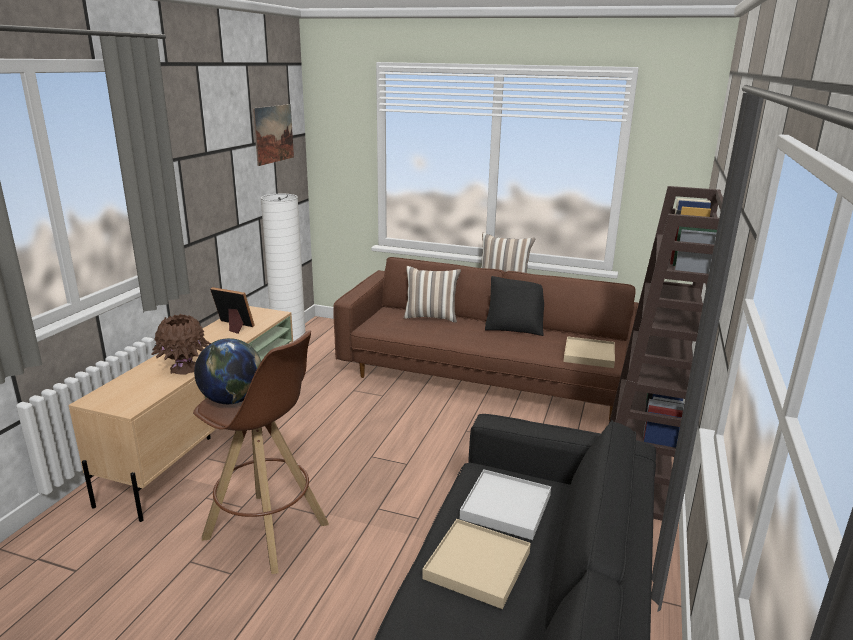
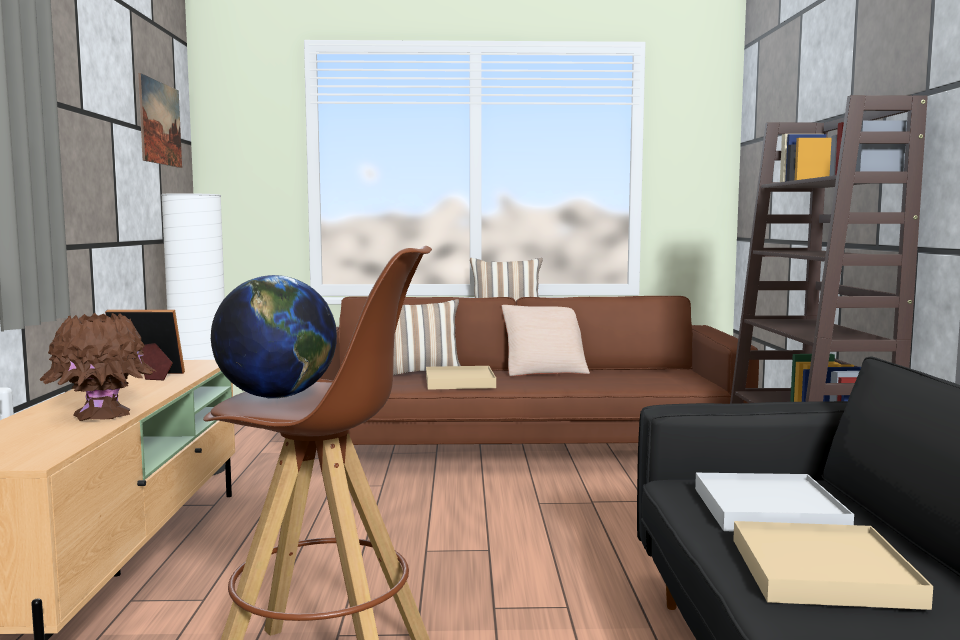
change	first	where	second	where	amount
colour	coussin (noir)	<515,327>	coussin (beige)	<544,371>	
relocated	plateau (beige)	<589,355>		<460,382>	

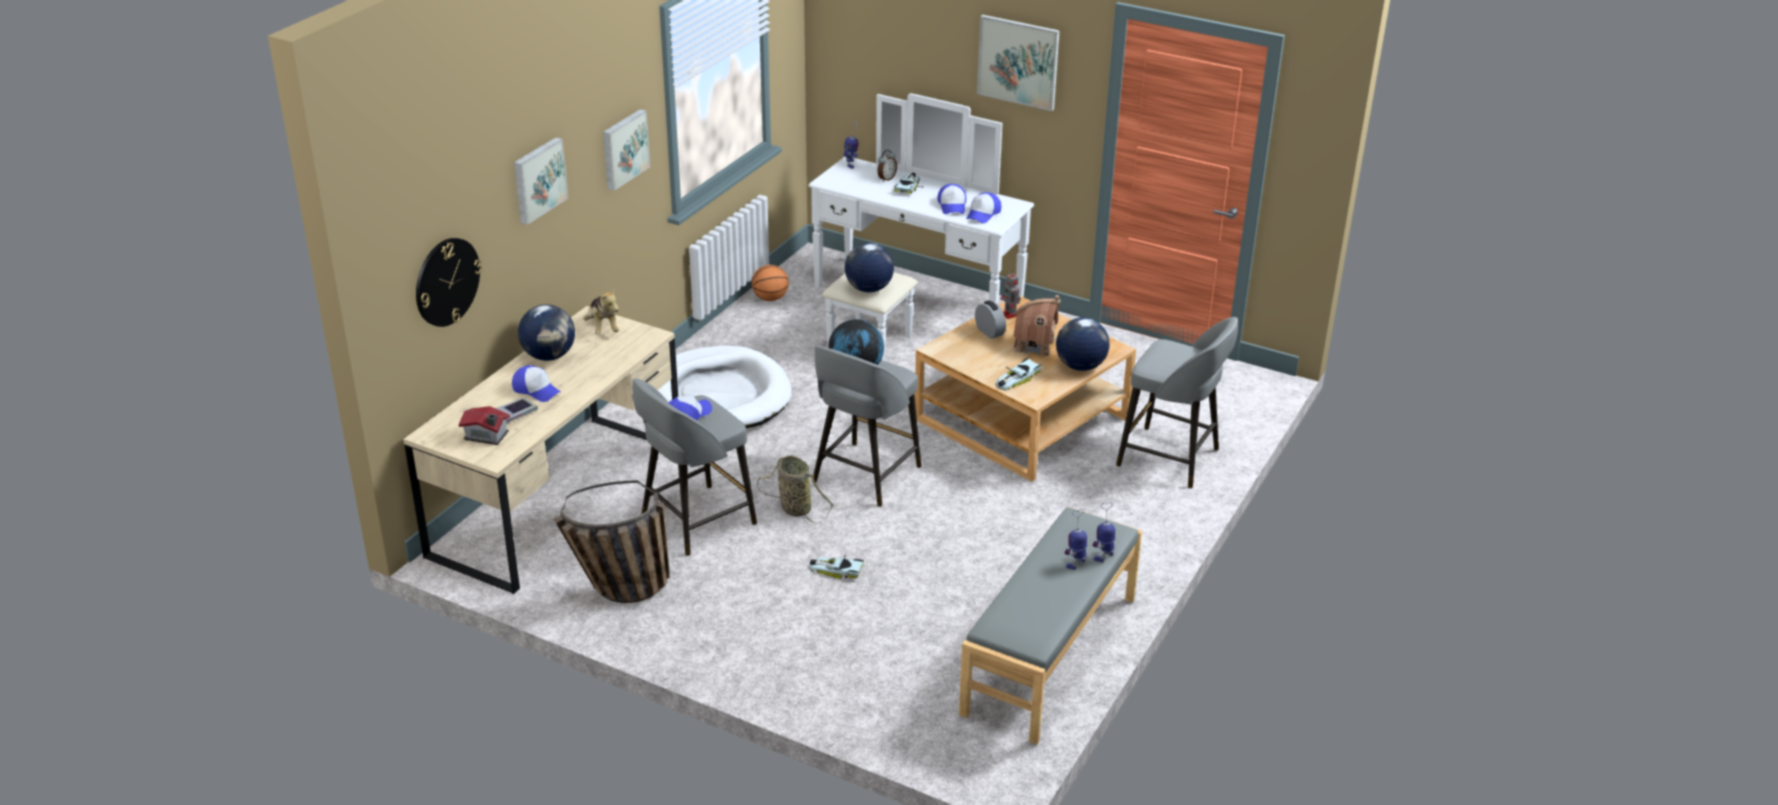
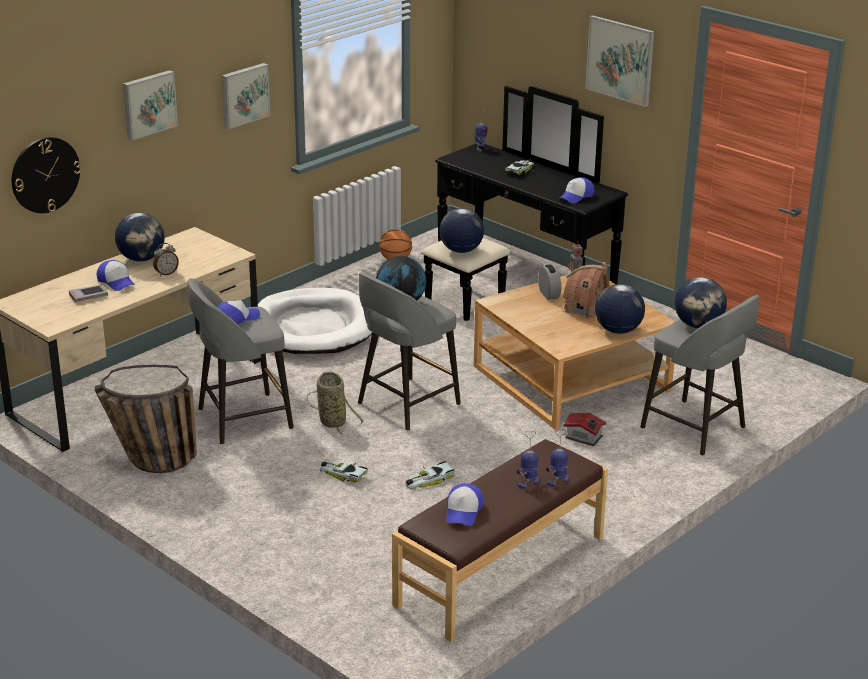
change	first	where	second	where	amount
relocated	maison miniature	<487,436>		<584,438>	
missing	peluche	<602,328>			
colour	commode (blanc)	<907,307>	commode (noir)	<512,280>	
relocated	réveil	<886,179>		<166,273>	
relocated	casquette	<952,205>		<463,511>	
colour	banc (gris)	<1051,655>	banc (marron)	<502,571>	
relocated	petite voiture	<1016,378>		<428,479>	
appeared			globe	<698,325>	

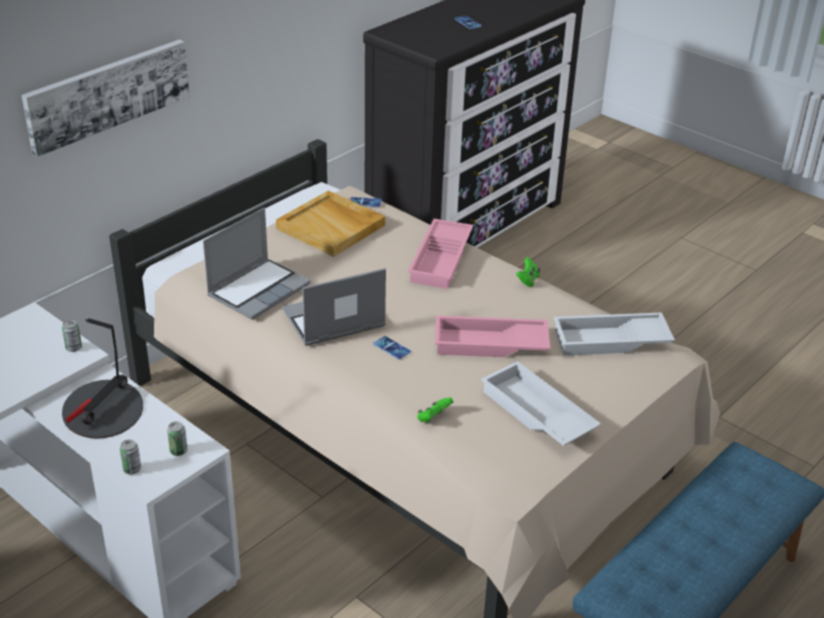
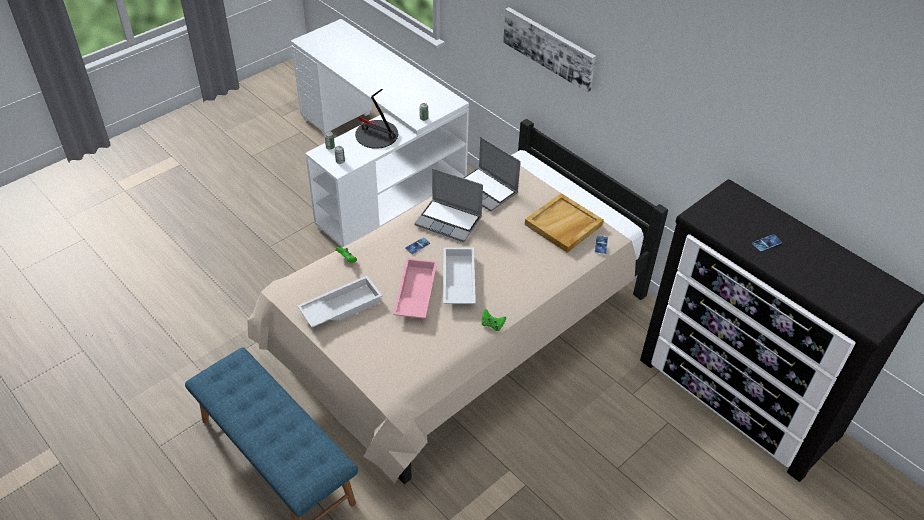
change	first	where	second	where	amount
spun	ordinateur portable	<333,320>		<449,221>	135 degrees clockwise
missing	plateau (rose)	<442,260>			
relocated	plateau (blanc)	<610,341>		<457,280>	

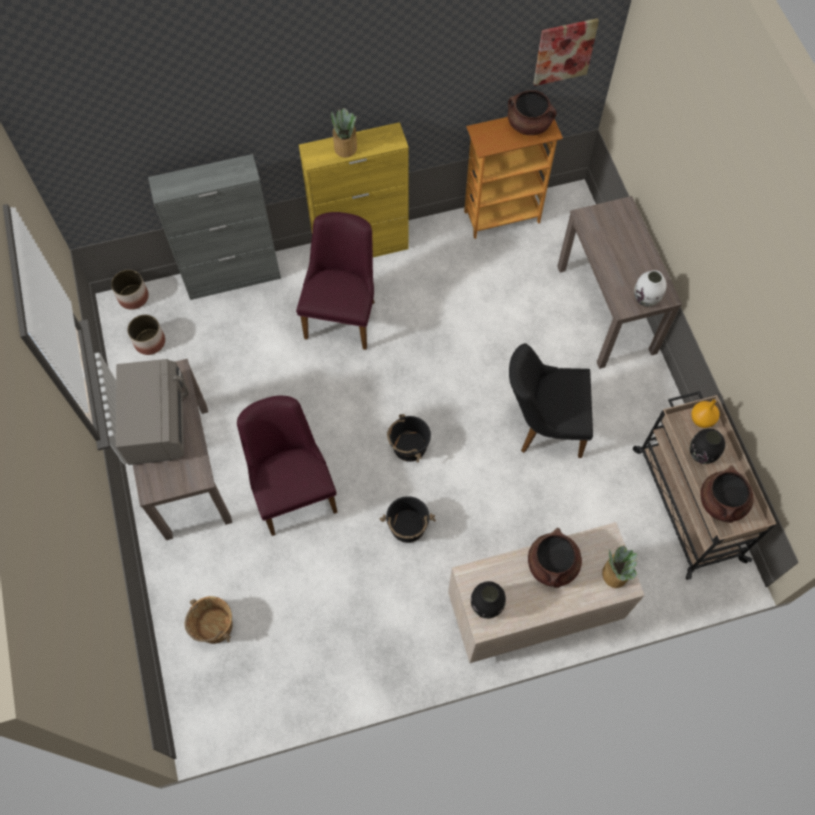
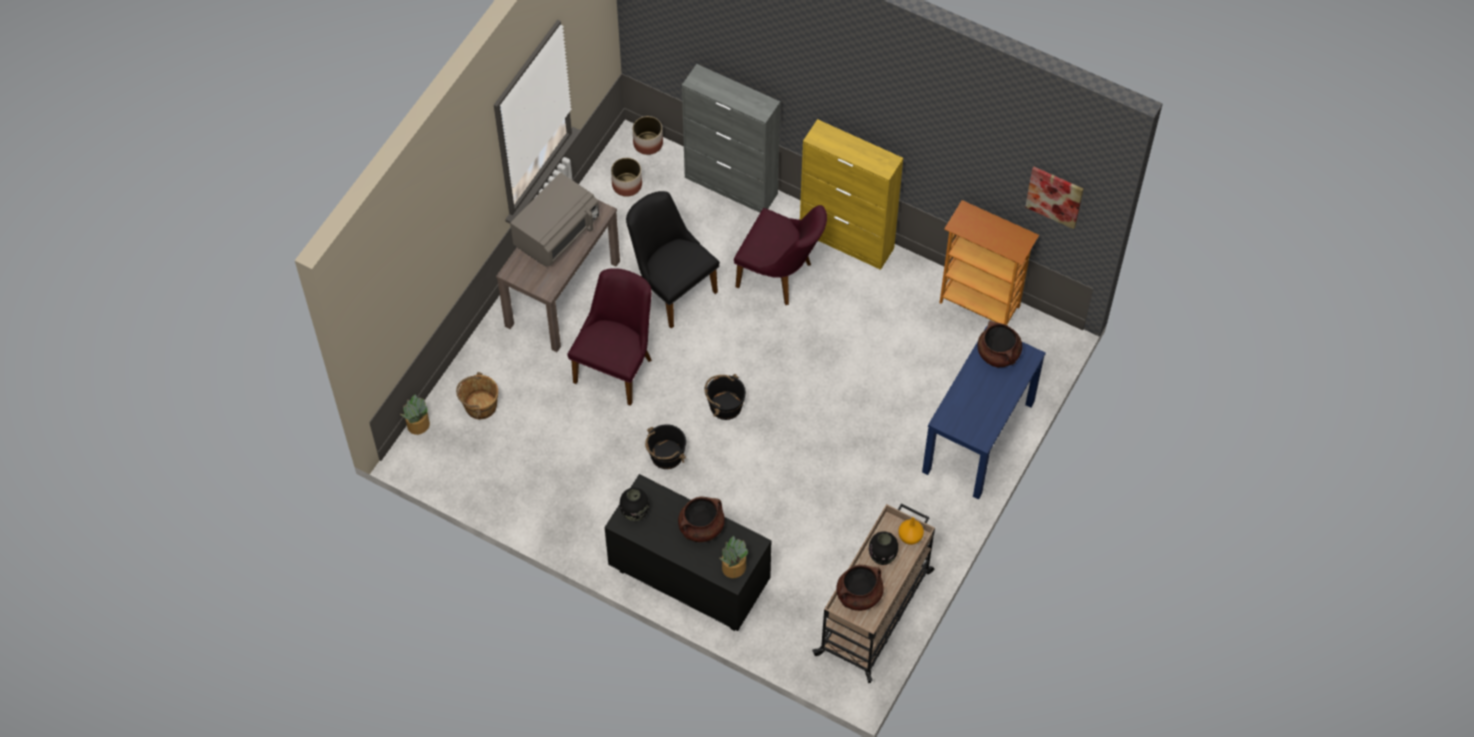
change	first	where	second	where	amount
spun	chaise (violet)	<343,313>		<781,277>	60 degrees clockwise
relocated	plante en pot	<345,148>		<417,425>	
colour	commode (beige)	<532,610>	commode (noir)	<689,579>	
relocated	marmite (marron)	<529,125>		<998,354>	
relocated	chaise (noir)	<542,425>		<670,287>	
colour	table console (marron)	<606,309>	table console (bleu)	<978,437>	
missing	vase (blanc)	<646,299>			

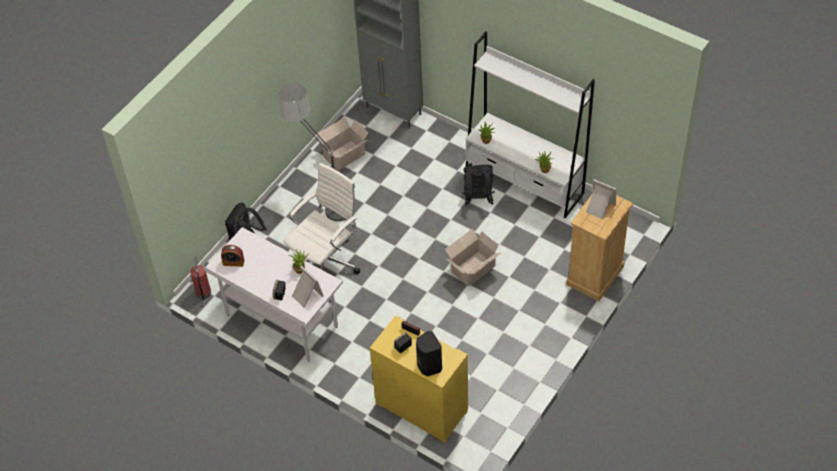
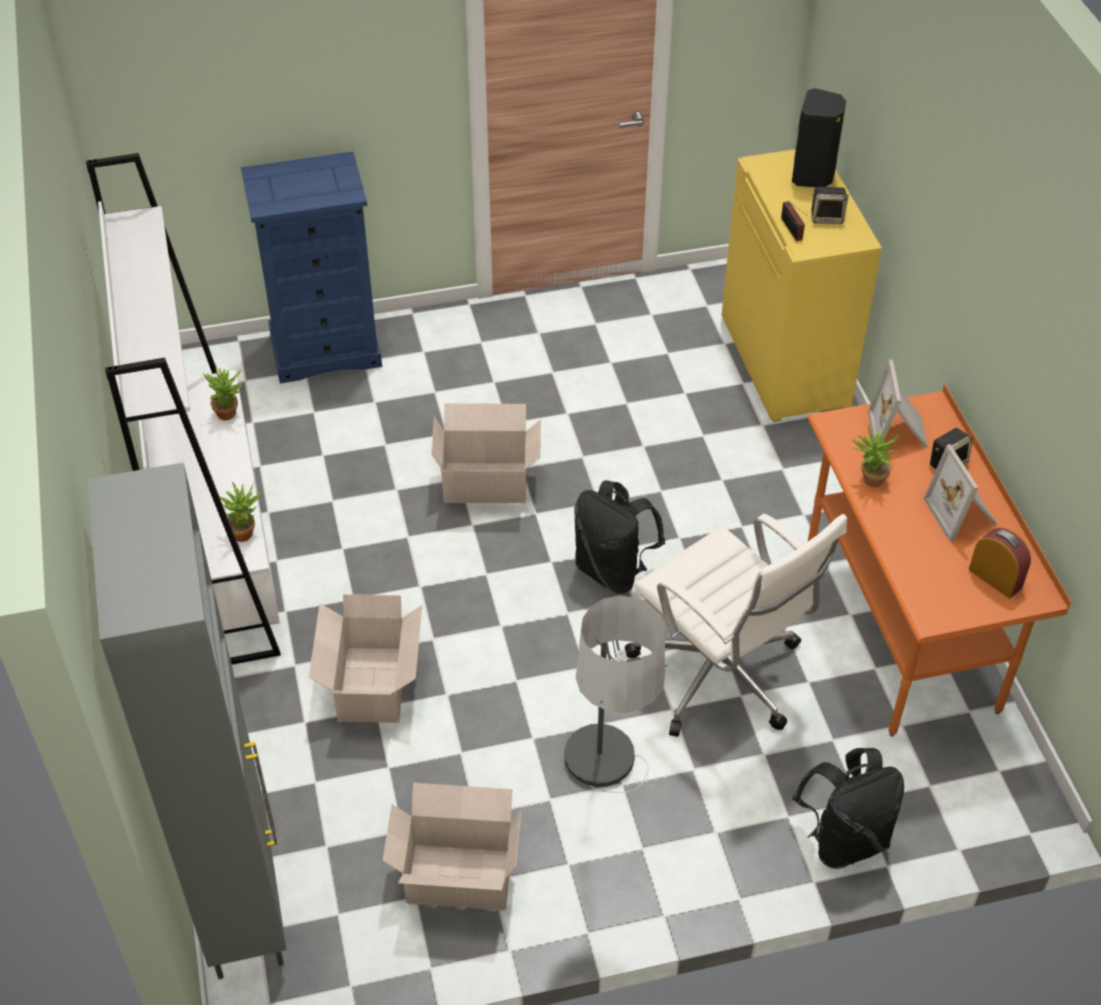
change	first	where	second	where	amount
missing	extincteur	<203,293>			
colour	bureau (blanc)	<281,321>	bureau (orange)	<900,630>	
spun	chaise de bureau (blanc)	<326,262>		<720,676>	120 degrees counterclockwise
relocated	sac à dos (noir)	<478,199>		<613,570>	
colour	commode (beige)	<595,275>	commode (bleu)	<326,349>	
relocated	cadre photo	<599,208>		<963,514>	
appeared			carton	<371,687>	

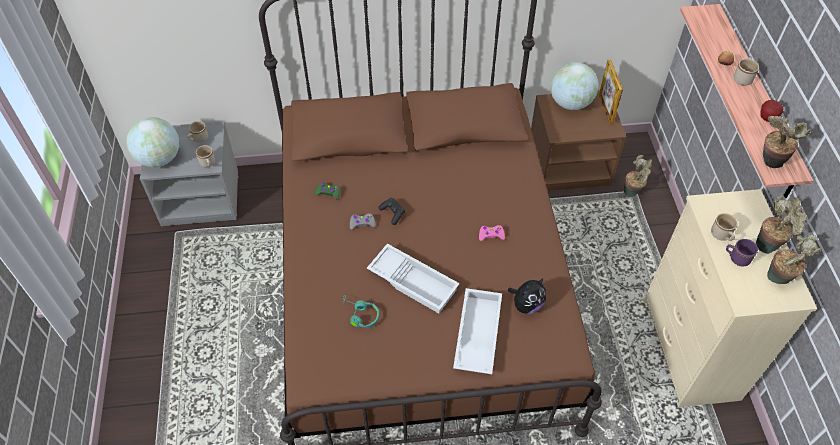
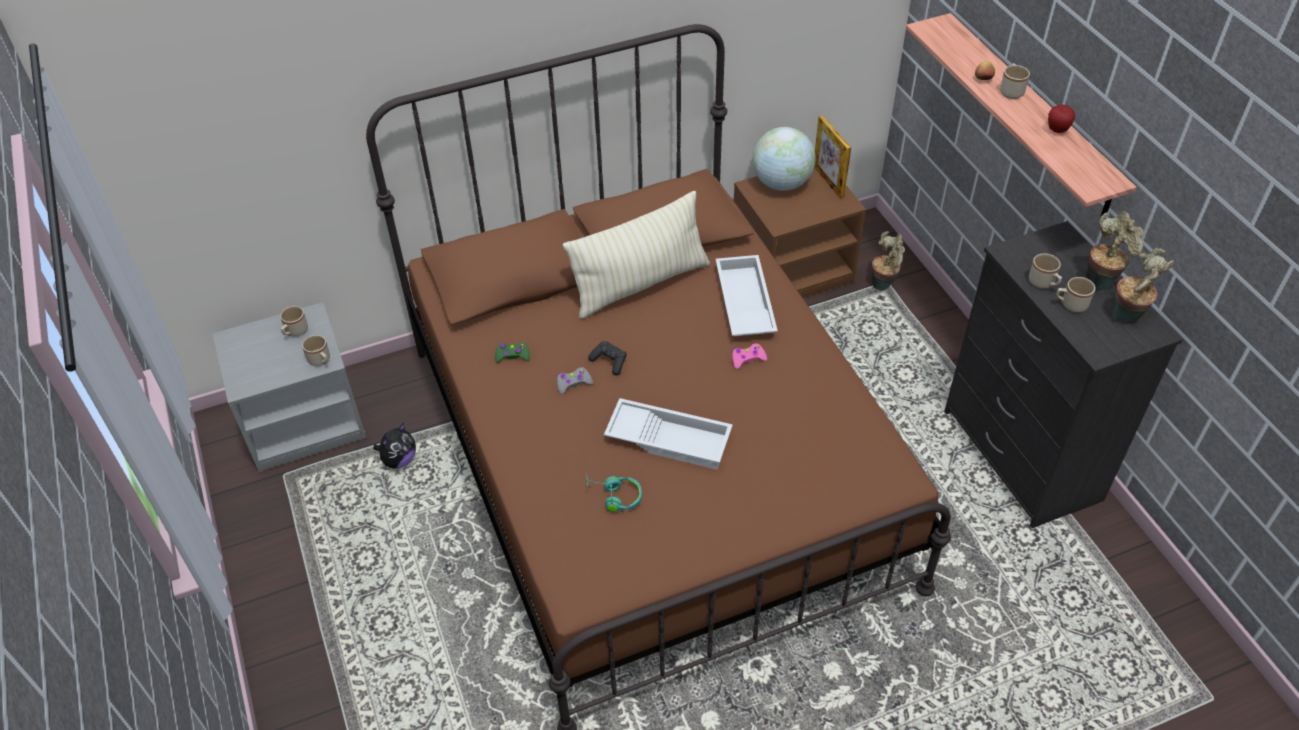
change	first	where	second	where	amount
missing	globe	<159,159>			
relocated	plateau (blanc)	<476,334>		<743,303>	
relocated	peluche	<526,305>		<399,460>	
colour	commode (beige)	<689,350>	commode (noir)	<1021,456>	
colour	mug (violet)	<736,258>	mug (beige)	<1070,304>	
missing	plante en pot	<770,162>			
appeared			coussin (beige)	<640,284>	

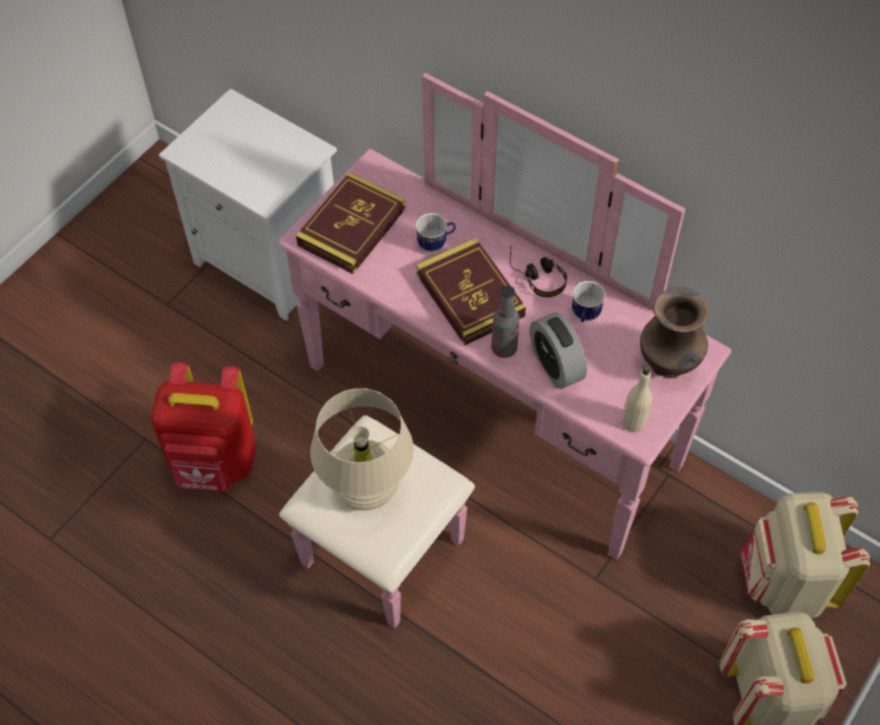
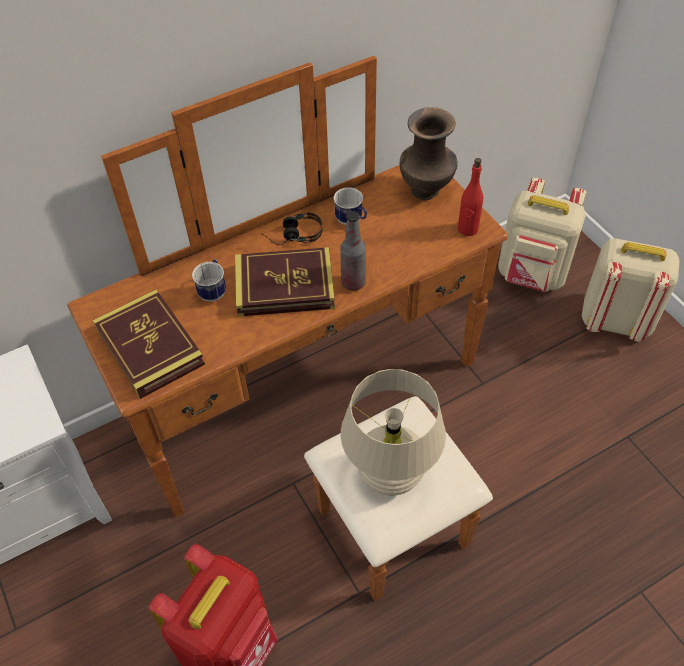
change	first	where	second	where	amount
colour	commode (rose)	<469,446>	commode (marron)	<325,422>	
missing	réveil	<555,365>			
colour	bouteille (beige)	<633,422>	bouteille (rouge)	<467,229>	

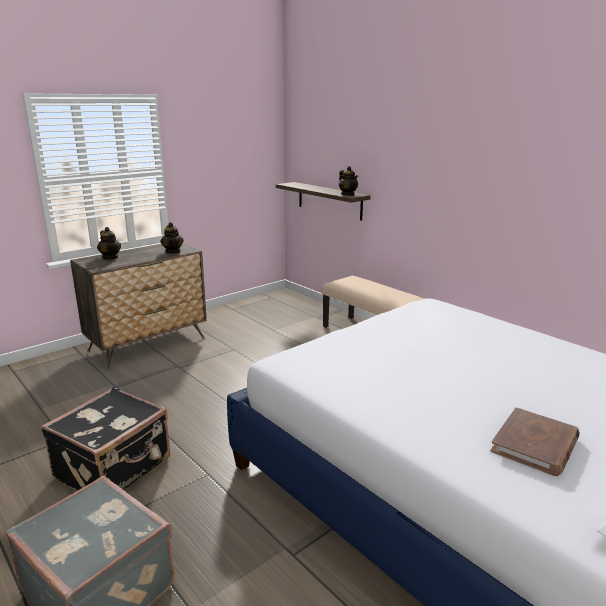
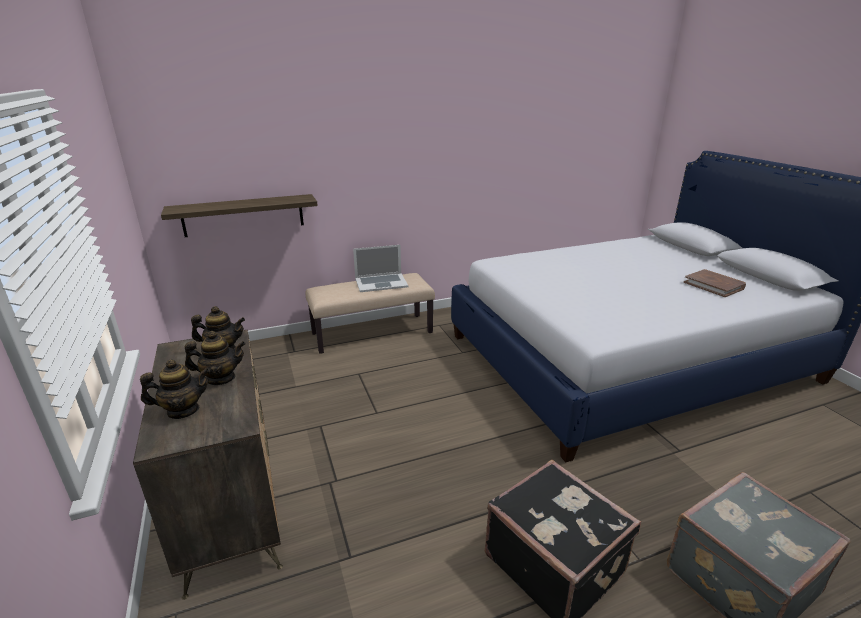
change	first	where	second	where	amount
relocated	théière	<348,194>		<221,378>	
appeared			ordinateur portable	<381,282>	

